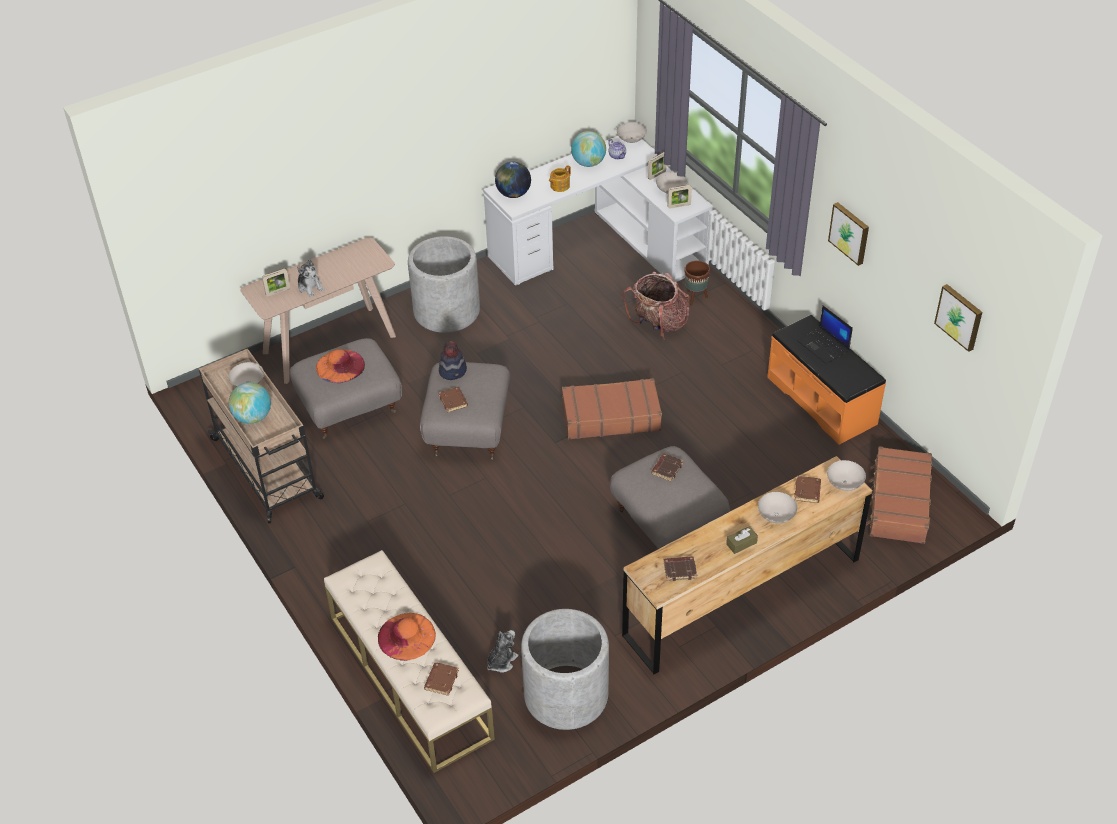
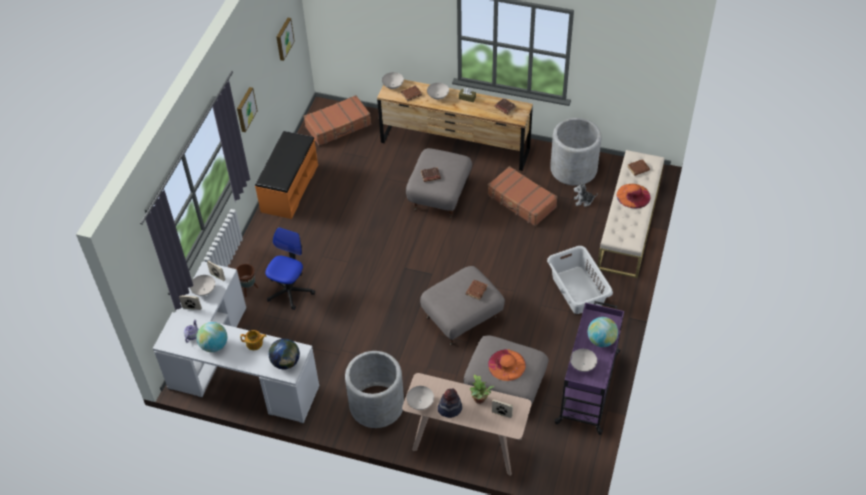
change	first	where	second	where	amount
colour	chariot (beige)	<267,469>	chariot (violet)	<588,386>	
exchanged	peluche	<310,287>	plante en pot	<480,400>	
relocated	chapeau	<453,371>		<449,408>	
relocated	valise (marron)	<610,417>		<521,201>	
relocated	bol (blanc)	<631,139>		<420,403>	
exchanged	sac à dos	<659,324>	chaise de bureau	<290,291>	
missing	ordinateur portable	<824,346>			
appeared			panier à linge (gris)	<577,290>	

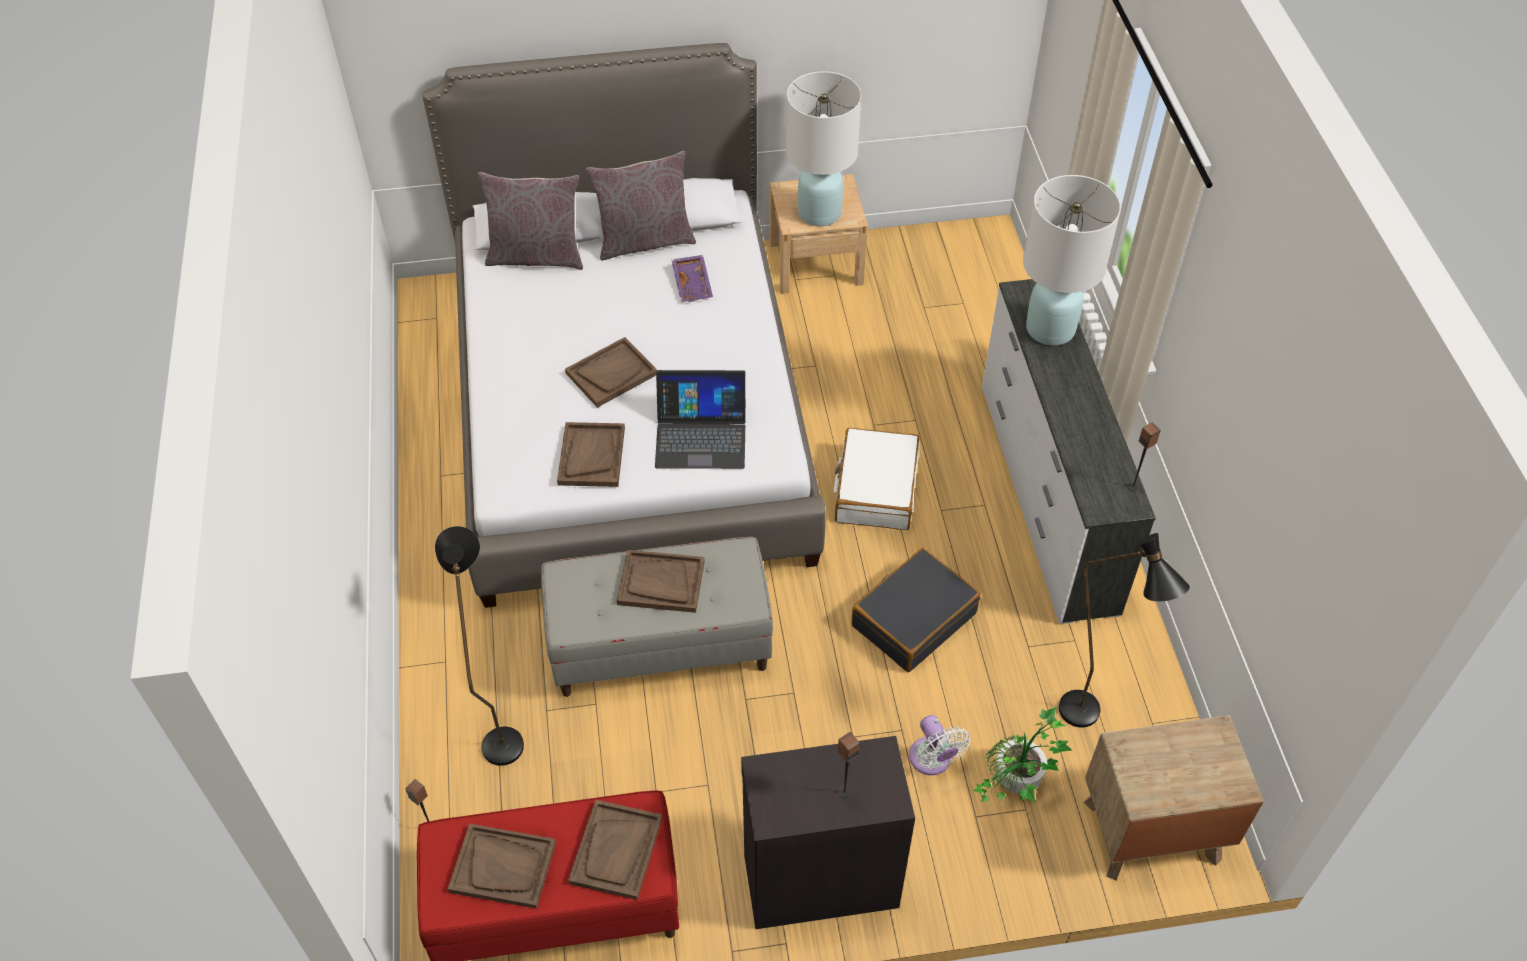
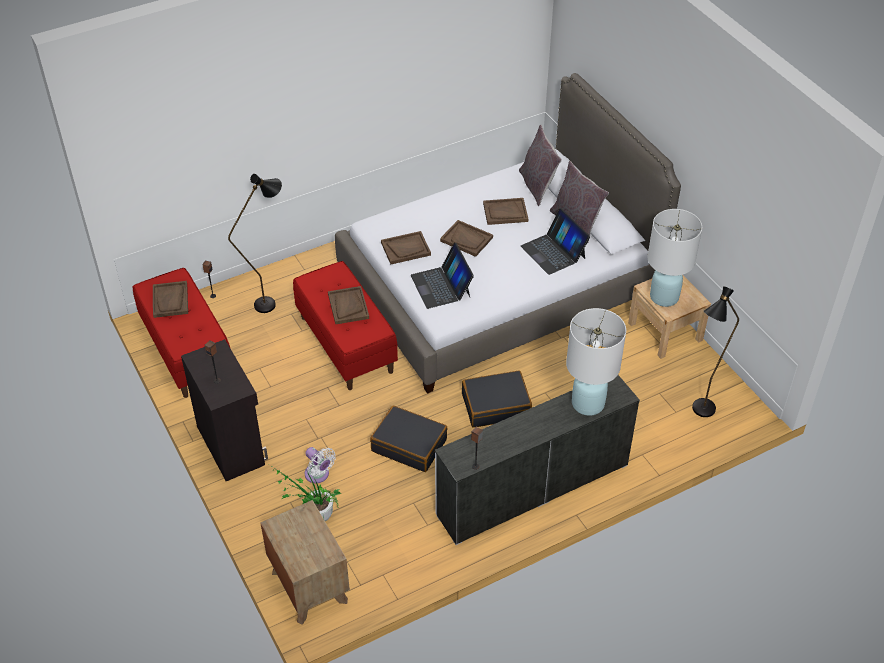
change	first	where	second	where	amount
colour	banc (gris)	<660,645>	banc (rouge)	<347,344>	
relocated	plateau (marron)	<616,851>		<505,212>	
exchanged	plateau (violet)	<693,284>	ordinateur portable	<553,252>	
colour	valise (blanc)	<875,489>	valise (noir)	<496,405>	
spun	ventilateur (blanc)	<932,760>		<318,475>	90 degrees counterclockwise
relocated	lampadaire (noir)	<1089,721>		<699,414>	

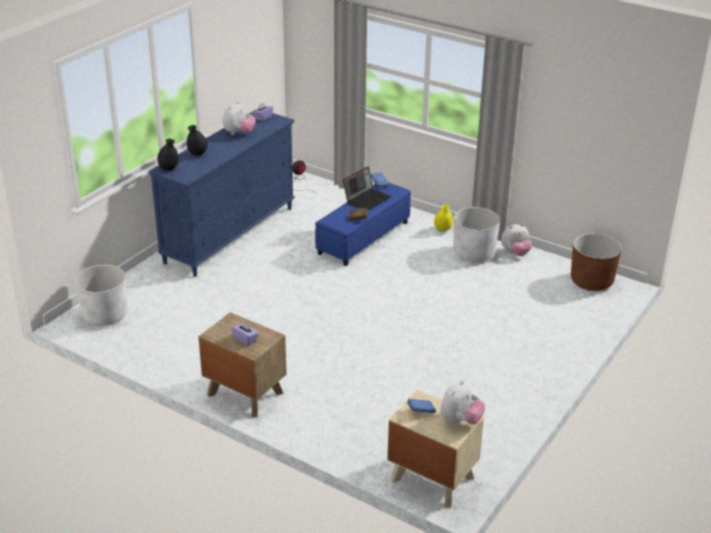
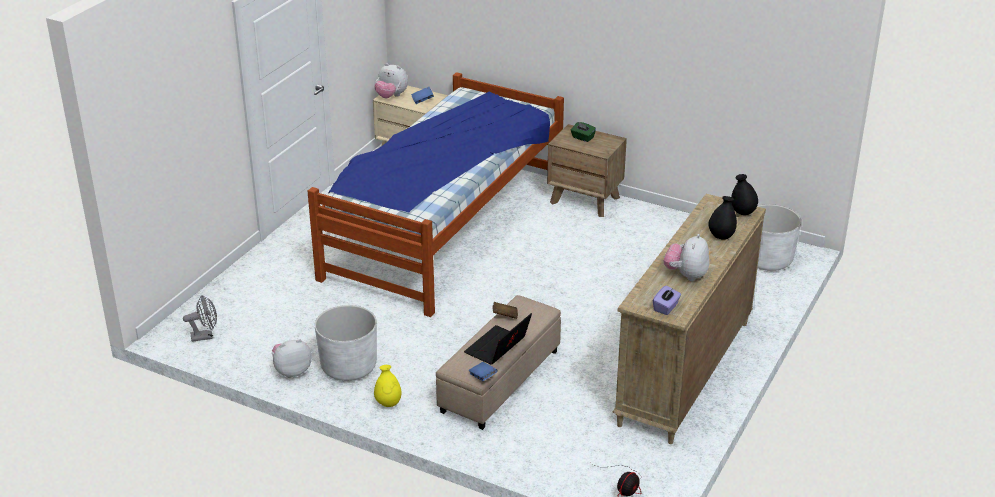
change	first	where	second	where	amount
colour	commode (bleu)	<230,235>	commode (beige)	<684,373>	
colour	boîte à mouchoirs (violet)	<245,339>	boîte à mouchoirs (vert)	<582,138>	
colour	pouf (bleu)	<363,237>	pouf (beige)	<501,381>	
spun	peluche	<460,420>		<391,96>	90 degrees counterclockwise
exchanged	cache-pot (marron)	<591,281>	ventilateur (gris)	<205,336>	
appeared			lit	<443,228>	

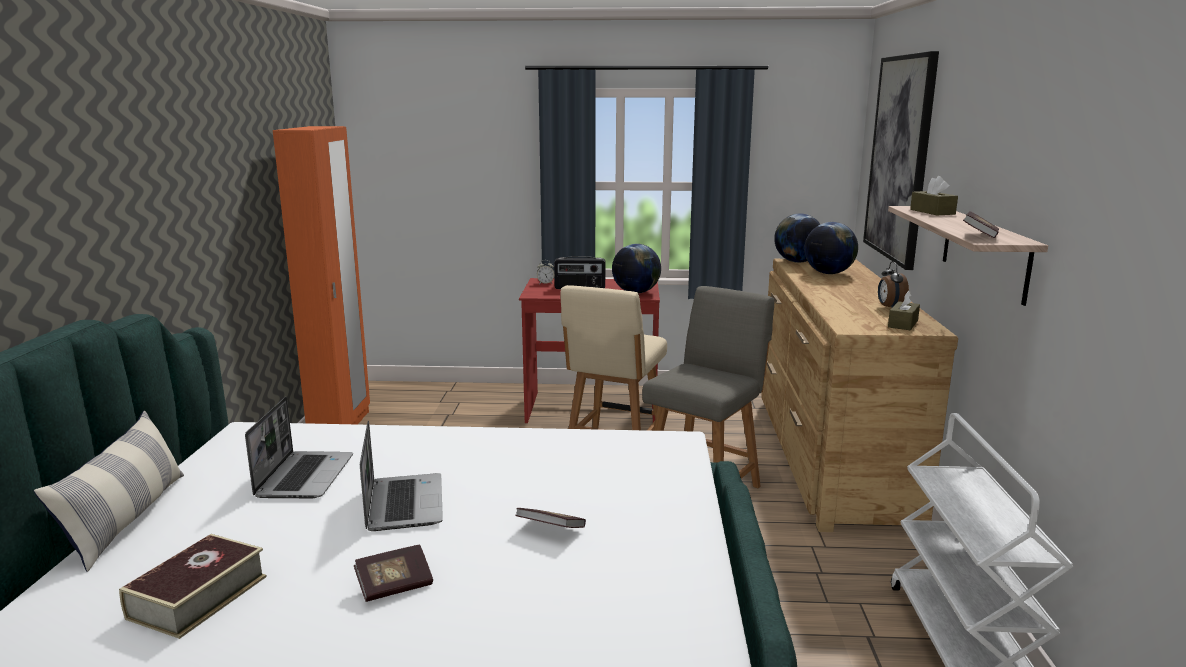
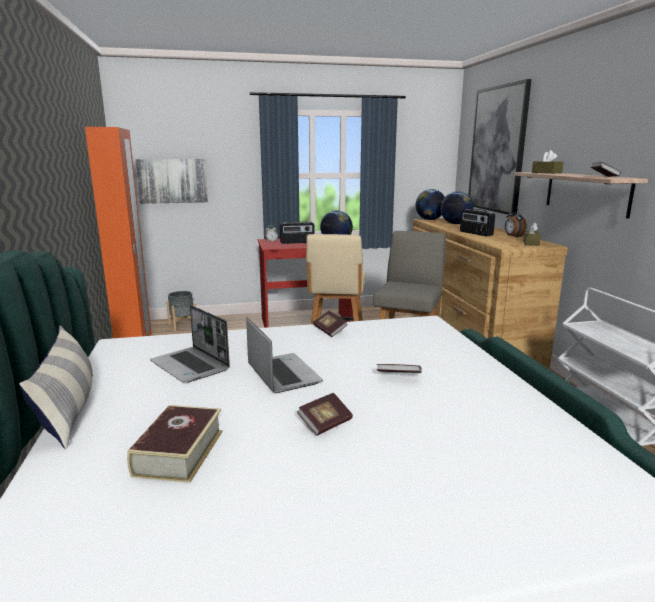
change	first	where	second	where	amount
spun	ordinateur portable	<304,476>		<191,366>	150 degrees clockwise
appeared			tableau	<172,181>	
appeared			cache-pot (gris)	<182,325>	
appeared			livre	<330,330>	
appeared			radio	<475,233>	

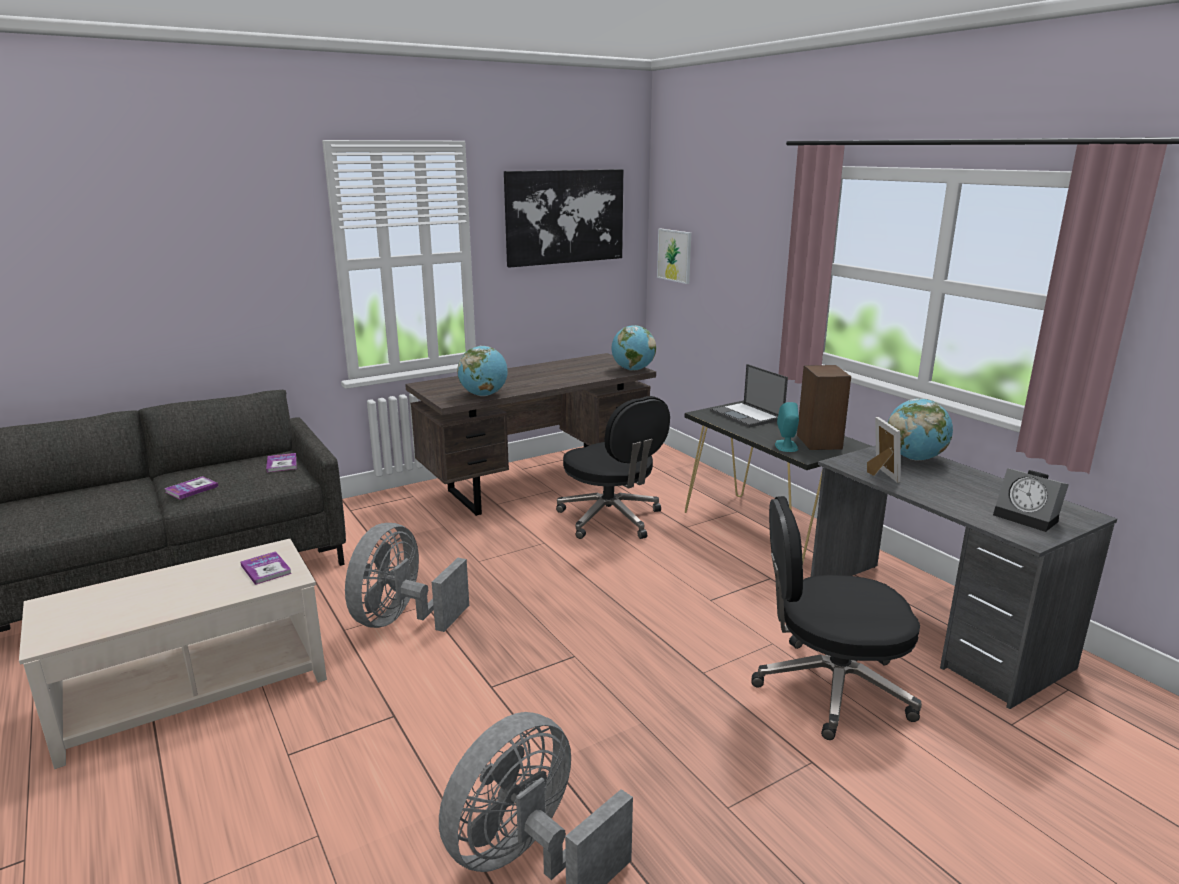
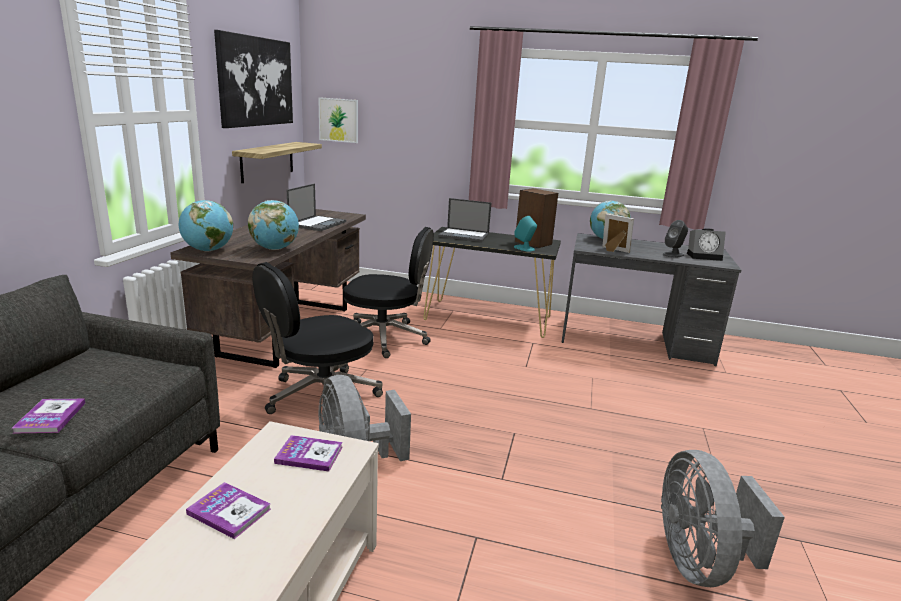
change	first	where	second	where	amount
relocated	livre	<281,464>		<229,511>	
relocated	globe	<633,370>		<208,250>	
relocated	chaise de bureau (noir)	<829,687>		<320,396>	
appeared			étagère	<267,161>	
appeared			ordinateur portable	<317,223>	
appeared			enceinte (gris)	<673,254>	

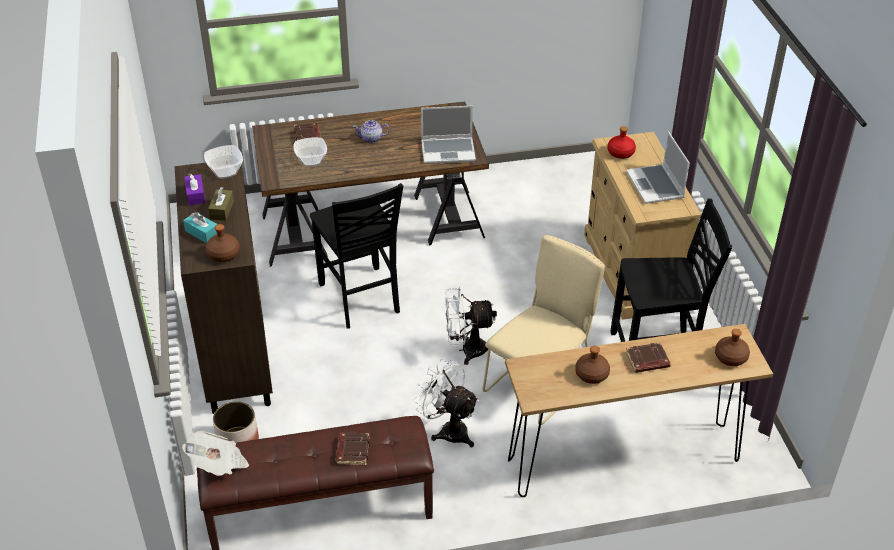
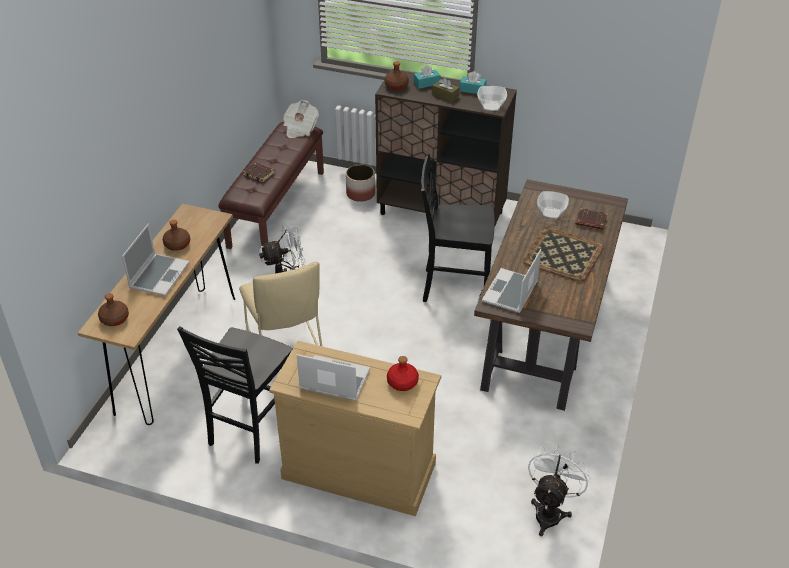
change	first	where	second	where	amount
colour	boîte à mouchoirs (violet)	<195,195>	boîte à mouchoirs (turquoise)	<472,90>	
exchanged	théière	<371,139>	plateau	<562,255>	
relocated	ventilateur (blanc)	<467,350>		<550,511>	
exchanged	livre (marron)	<647,361>	ordinateur portable	<159,275>	

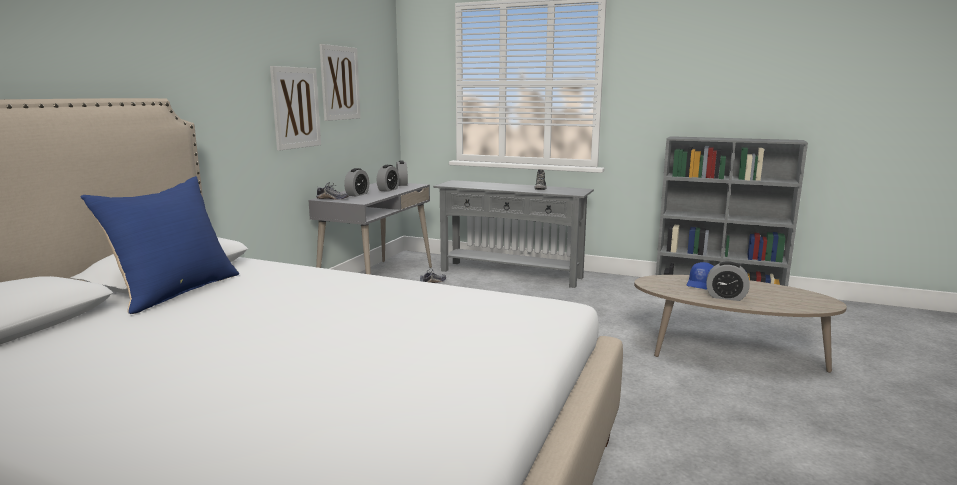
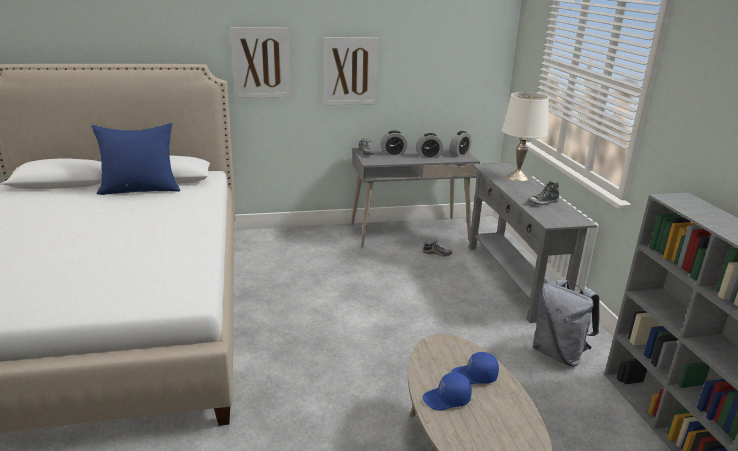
change	first	where	second	where	amount
relocated	tableau	<340,83>		<261,63>	
exchanged	réveil	<726,297>	casquette (bleu)	<447,399>	
appeared			lampe de table (blanc)	<517,177>	
appeared			sac à dos (gris)	<559,354>	

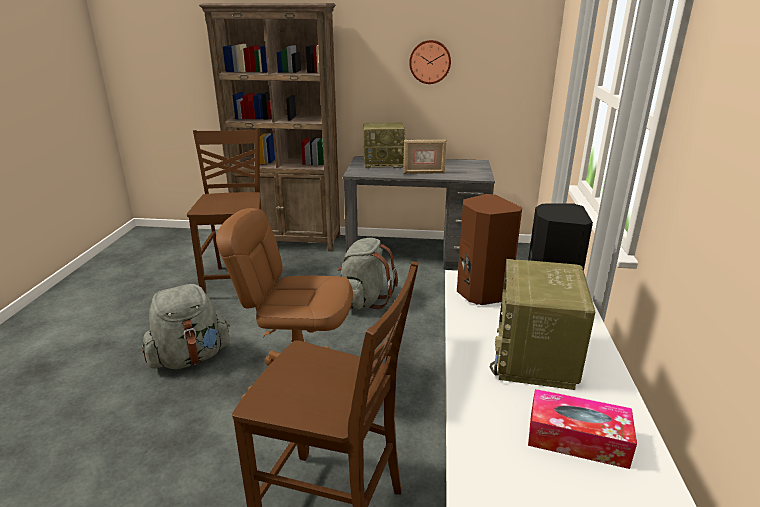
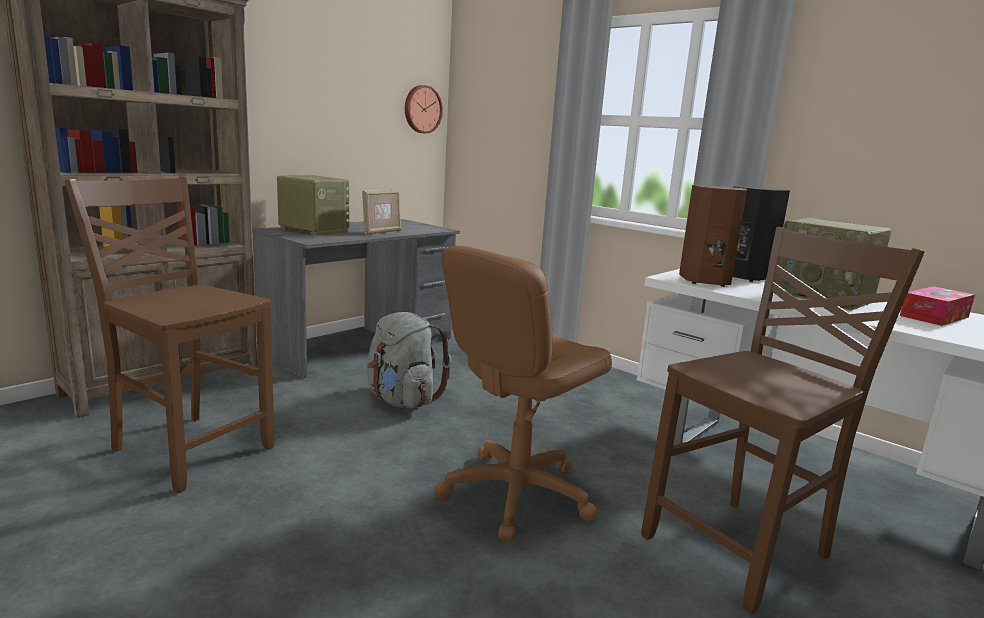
change	first	where	second	where	amount
missing	sac à dos (gris)	<190,358>			
spun	radio	<384,163>		<312,230>	90 degrees counterclockwise
relocated	horloge murale	<430,62>		<422,109>	

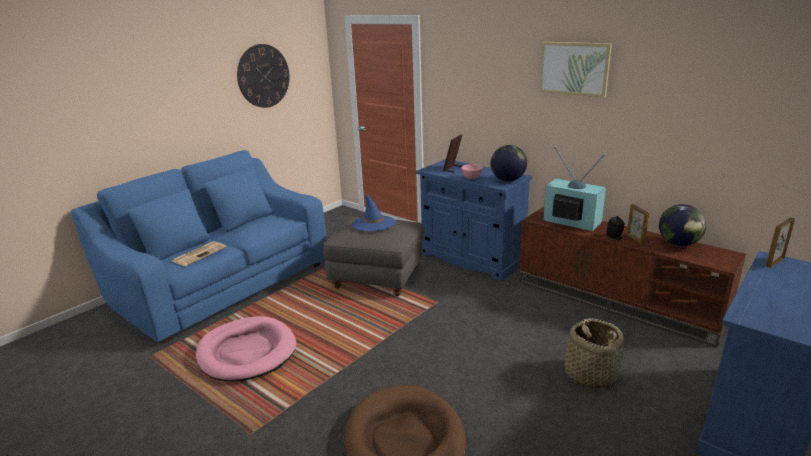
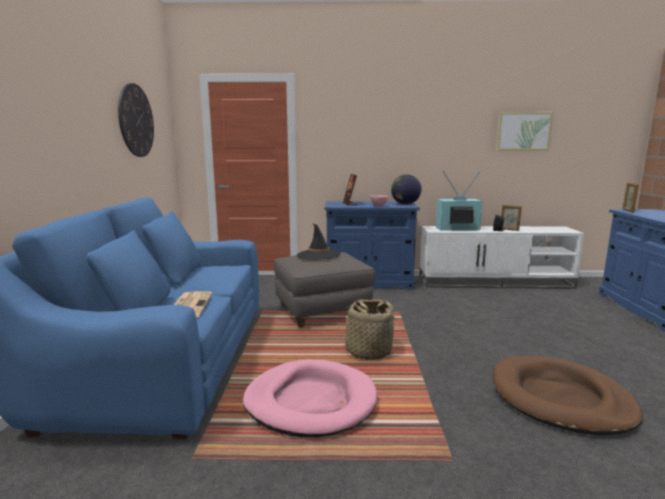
change	first	where	second	where	amount
colour	chapeau (bleu)	<373,224>	chapeau (noir)	<318,255>	
colour	meuble télé (marron)	<617,301>	meuble télé (blanc)	<495,282>	
relocated	tableau	<574,68>		<523,131>	
relocated	panier	<590,374>		<368,351>	
missing	globe	<678,244>			

